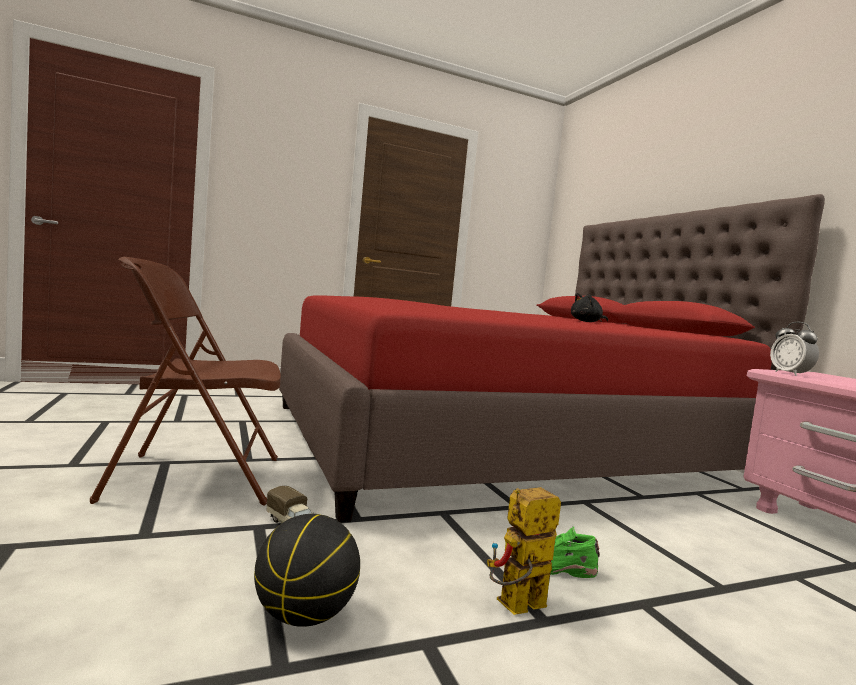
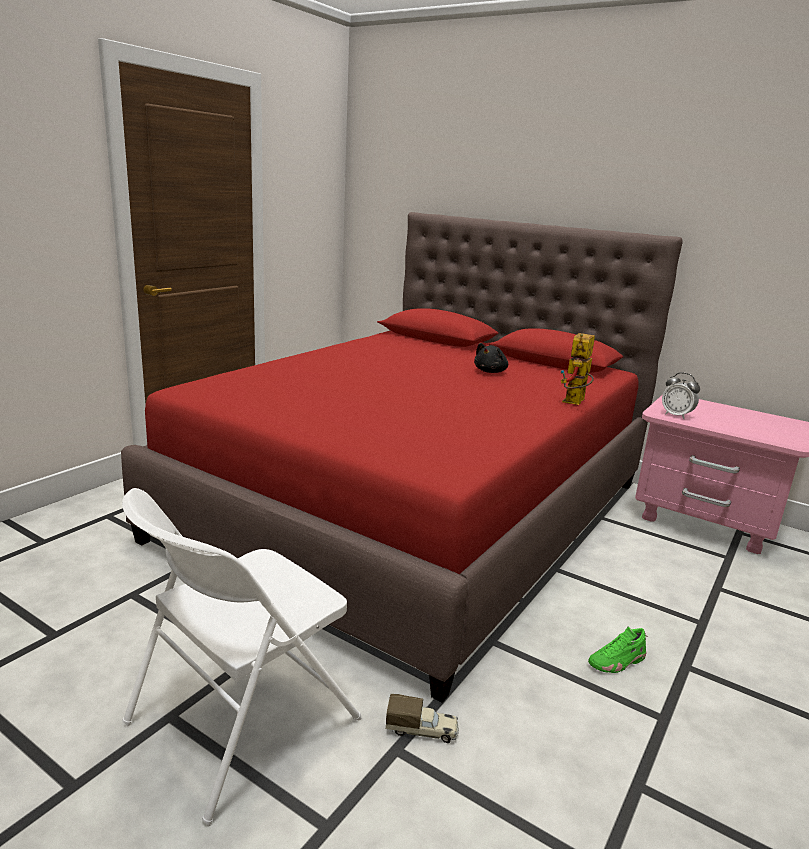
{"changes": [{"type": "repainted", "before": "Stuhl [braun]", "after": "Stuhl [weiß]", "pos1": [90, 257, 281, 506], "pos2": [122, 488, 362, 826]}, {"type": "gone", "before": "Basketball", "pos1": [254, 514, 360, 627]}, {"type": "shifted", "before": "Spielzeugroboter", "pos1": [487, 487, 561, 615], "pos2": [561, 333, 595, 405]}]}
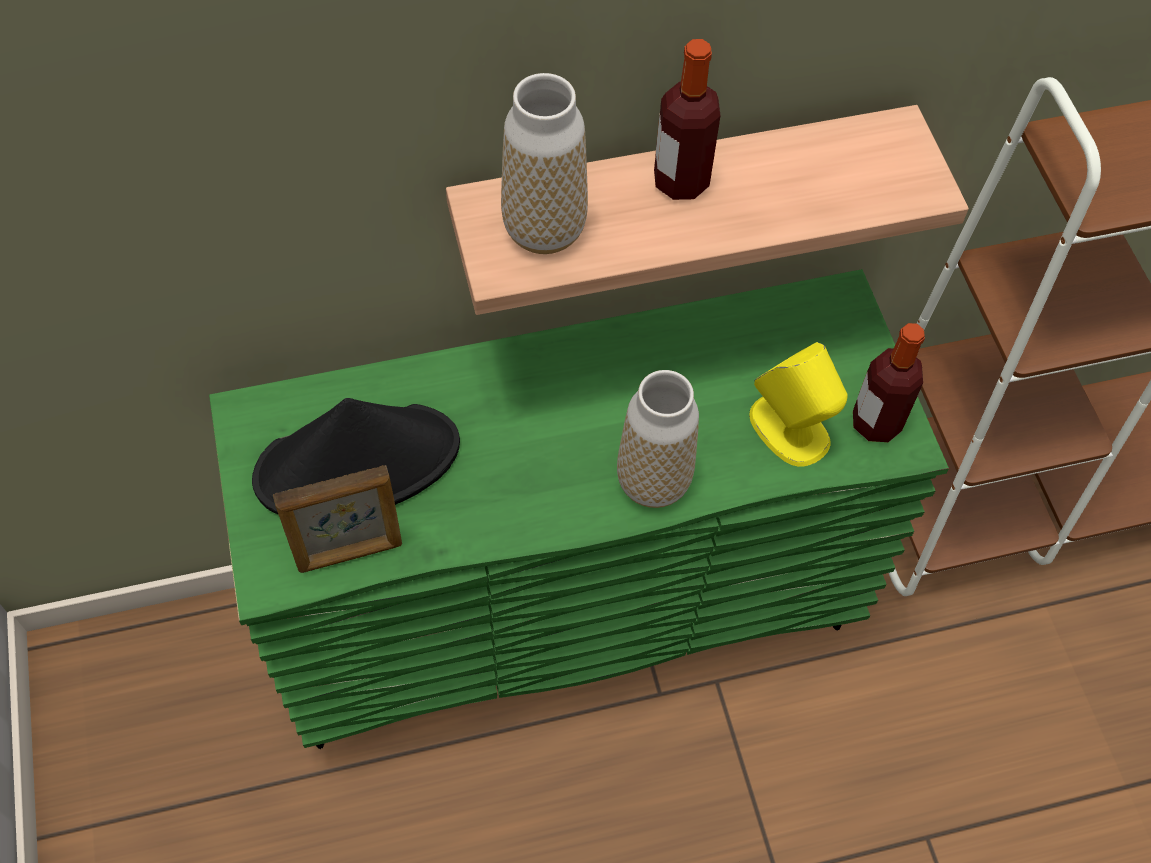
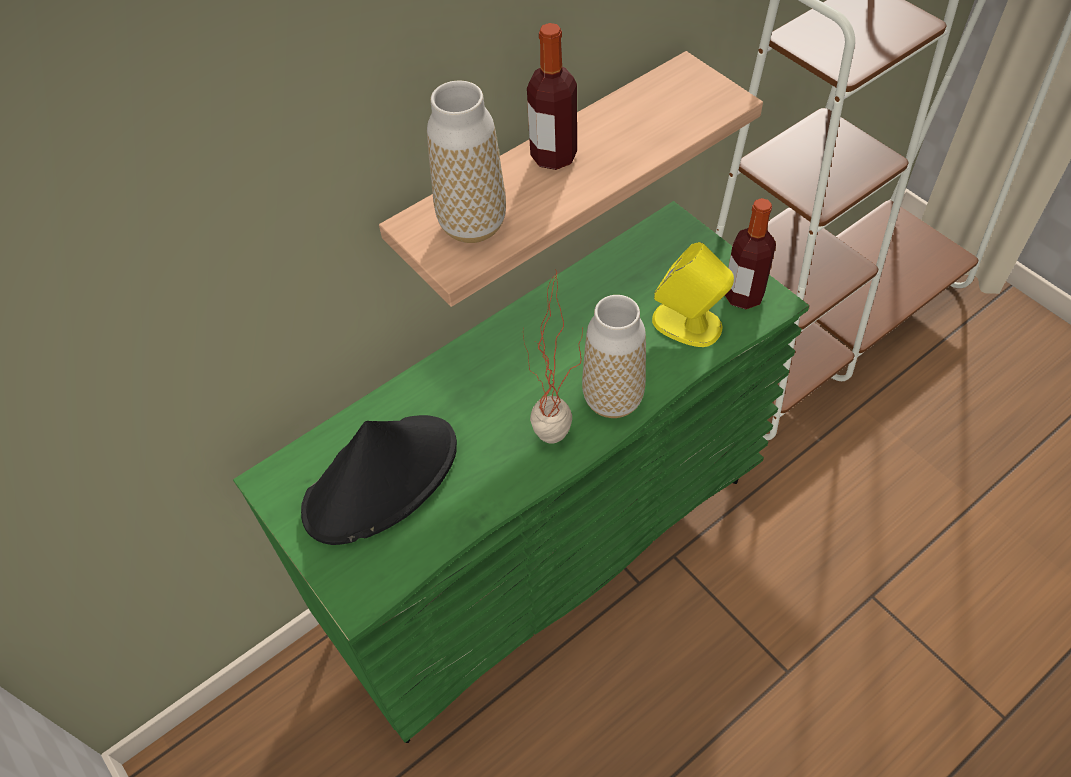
{"changes": [{"type": "gone", "before": "Bilderrahmen", "pos1": [273, 465, 402, 573]}, {"type": "new", "after": "Topfpflanze", "pos2": [523, 269, 583, 444]}]}
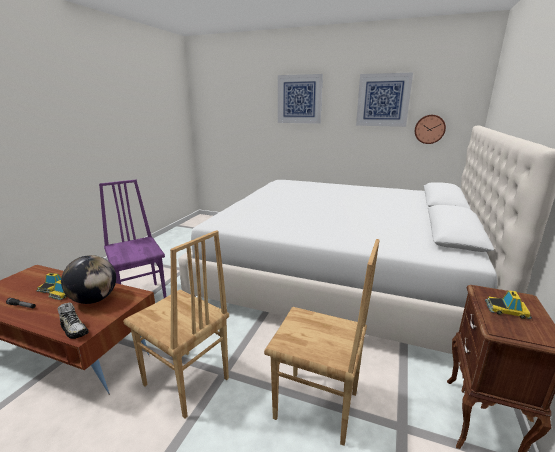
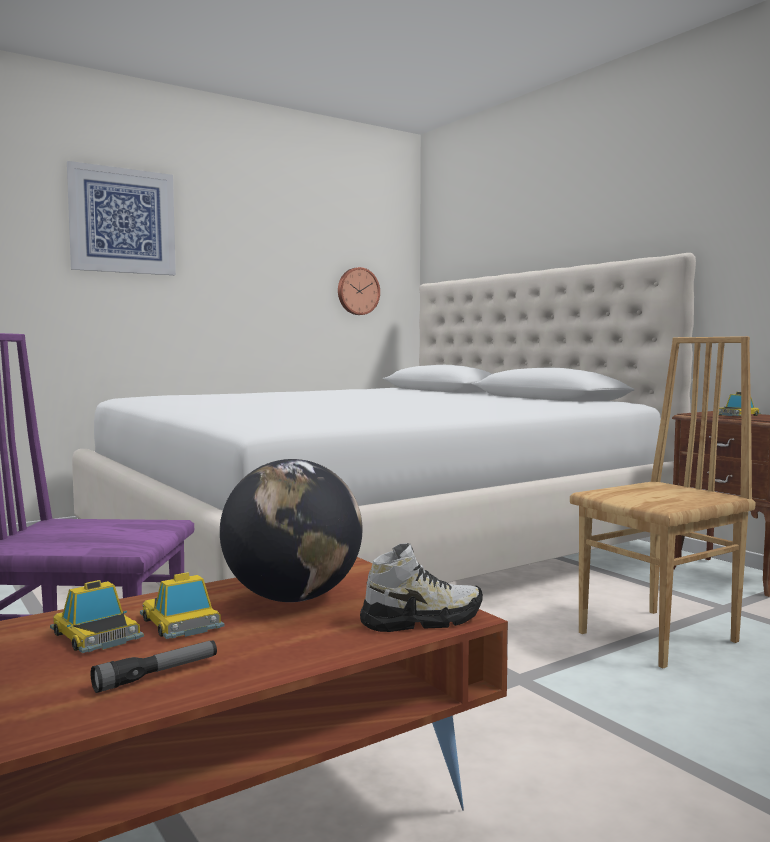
{"changes": [{"type": "gone", "before": "Stuhl [braun]", "pos1": [123, 230, 229, 419]}, {"type": "gone", "before": "Bild", "pos1": [356, 73, 413, 127]}]}
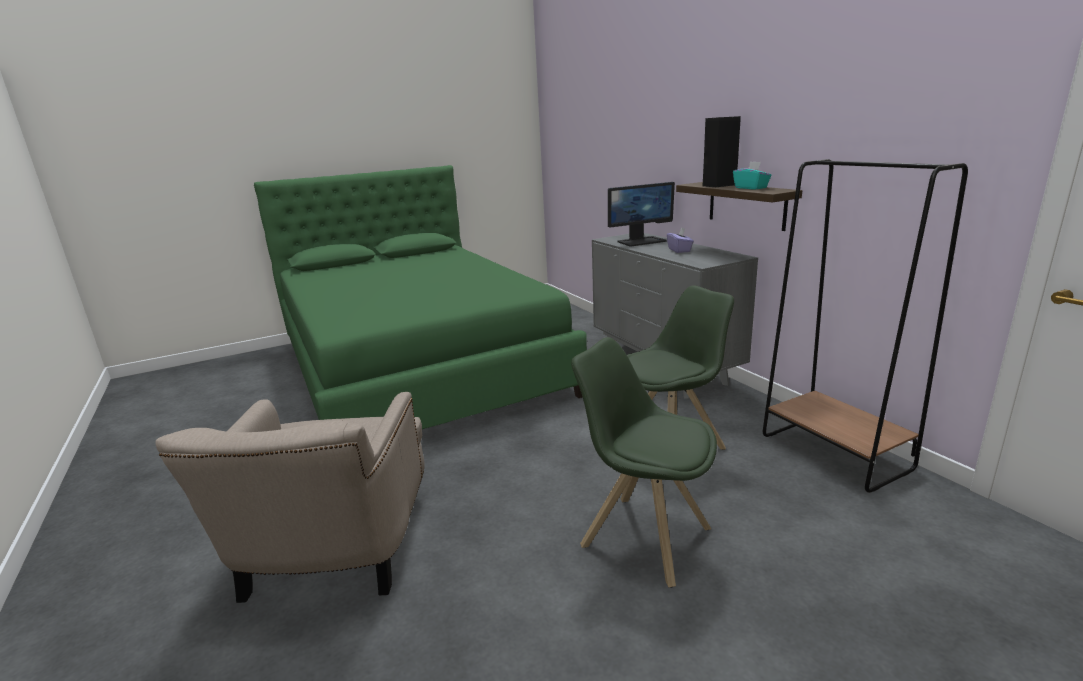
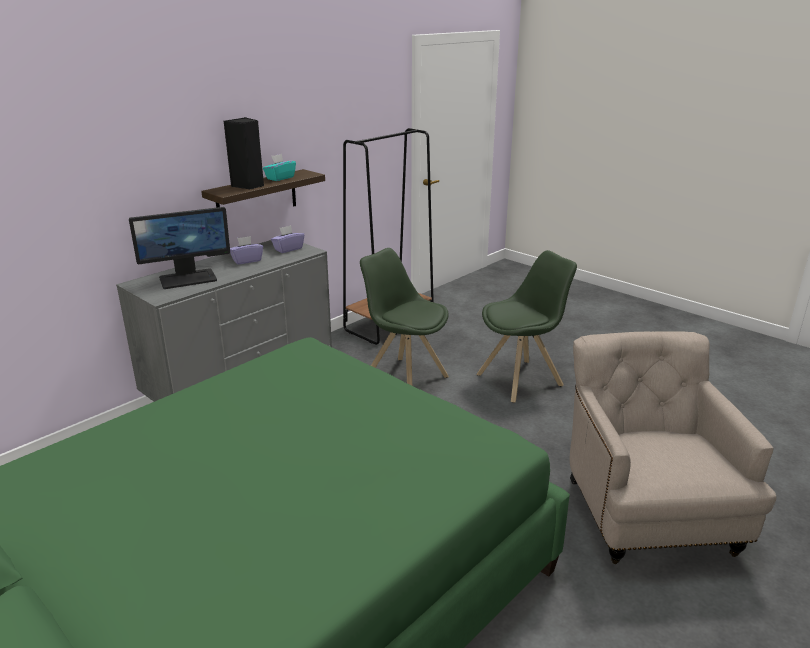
{"changes": [{"type": "rotated", "before": "Sessel [beige]", "pos1": [155, 392, 425, 603], "pos2": [570, 331, 776, 564], "turn": -75}, {"type": "rotated", "before": "Stuhl [grün]", "pos1": [571, 337, 717, 587], "pos2": [477, 250, 577, 403], "turn": -135}, {"type": "rotated", "before": "Monitor", "pos1": [608, 182, 675, 247], "pos2": [129, 207, 230, 289], "turn": 105}, {"type": "new", "after": "Taschentuchbox [lila]", "pos2": [271, 225, 304, 253]}]}
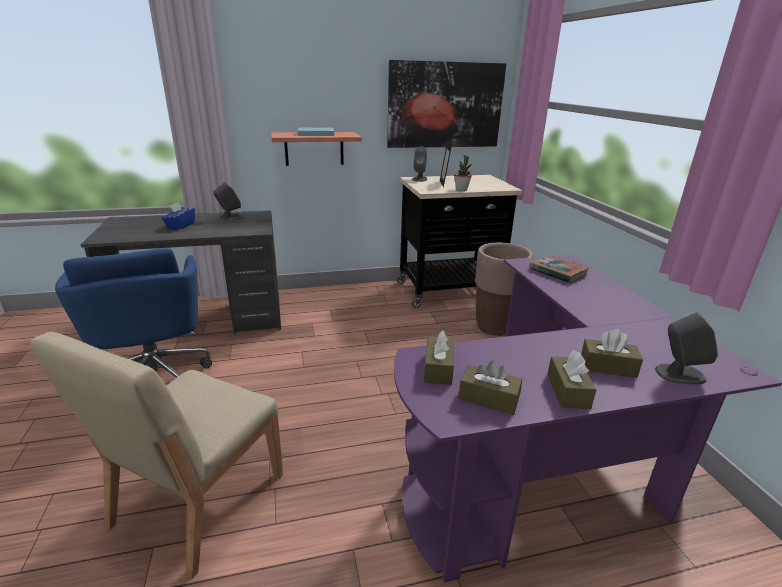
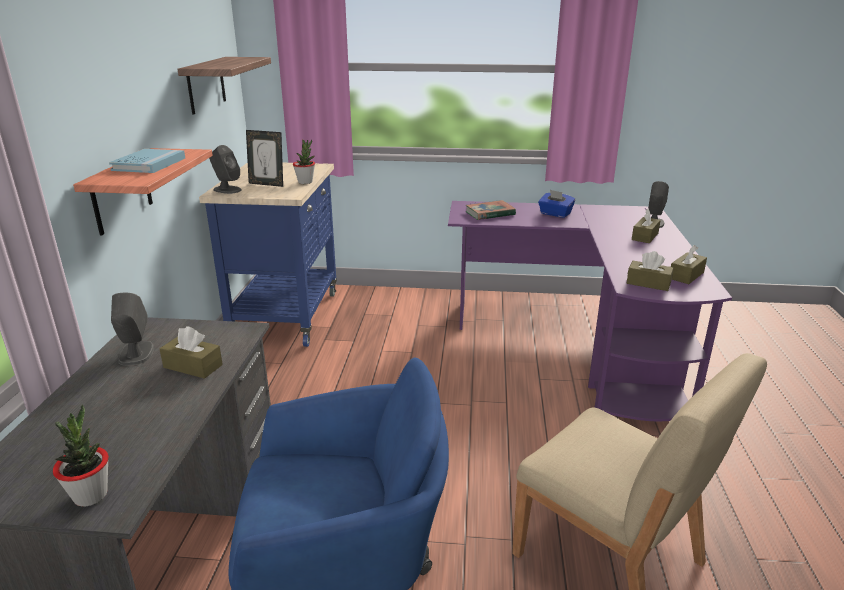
{"changes": [{"type": "shifted", "before": "Taschentuchbox [blau]", "pos1": [162, 202, 195, 230], "pos2": [538, 190, 575, 218]}, {"type": "swapped", "before": "Bild", "after": "Wandregal", "pos1": [387, 60, 506, 148], "pos2": [177, 57, 271, 115]}, {"type": "repainted", "before": "Rollwagen [schwarz]", "after": "Rollwagen [blau]", "pos1": [397, 175, 523, 308], "pos2": [199, 163, 337, 347]}, {"type": "gone", "before": "Pflanzkübel [braun]", "pos1": [475, 243, 533, 336]}, {"type": "shifted", "before": "Taschentuchbox [braun]", "pos1": [547, 350, 596, 409], "pos2": [159, 326, 223, 379]}, {"type": "new", "after": "Topfpflanze", "pos2": [53, 405, 109, 507]}]}
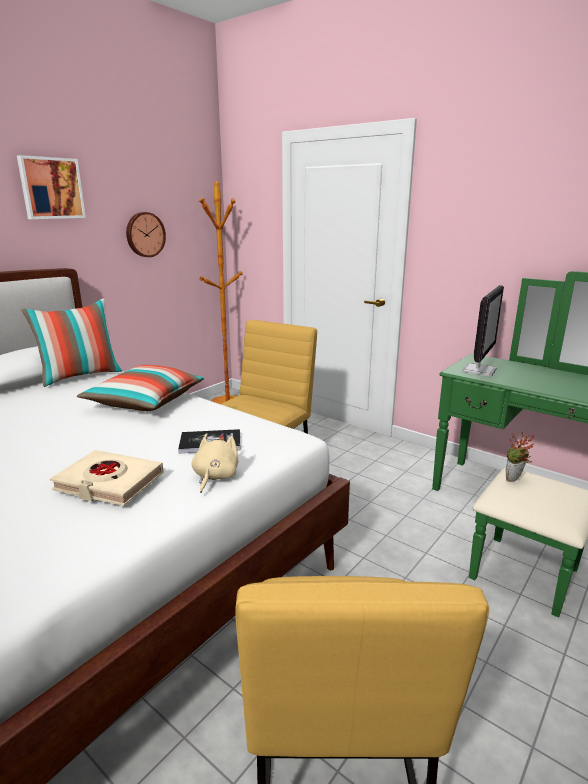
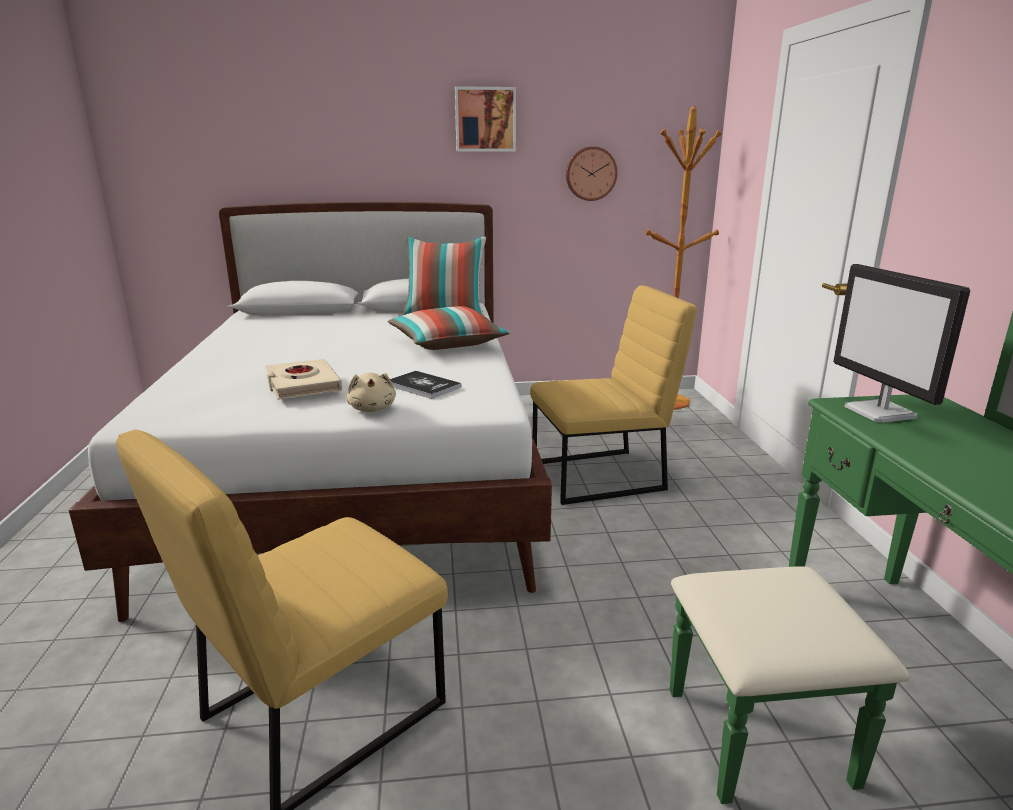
{"changes": [{"type": "rotated", "before": "Plüschtier [beige]", "pos1": [191, 433, 239, 493], "pos2": [347, 372, 396, 412], "turn": 105}, {"type": "rotated", "before": "Monitor", "pos1": [462, 285, 504, 376], "pos2": [833, 264, 970, 423], "turn": 90}, {"type": "gone", "before": "Topfpflanze", "pos1": [506, 432, 535, 482]}]}
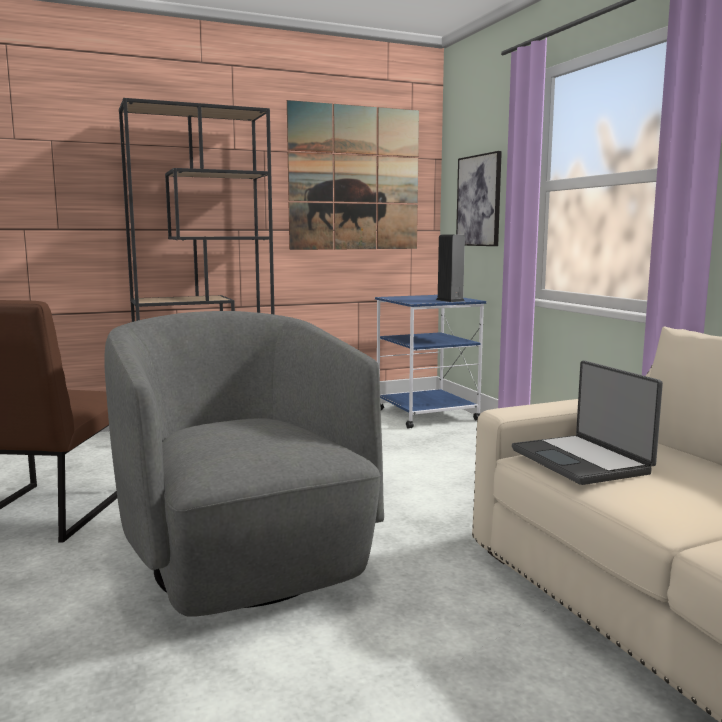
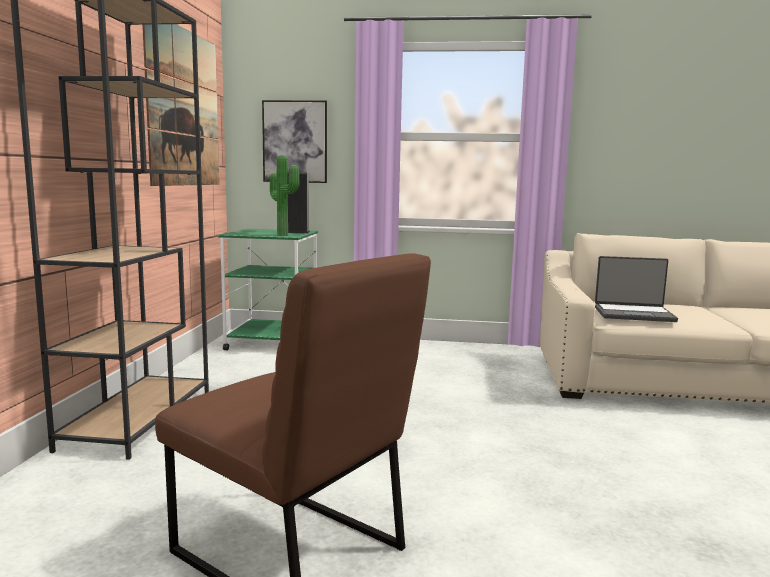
{"changes": [{"type": "gone", "before": "Sessel [grau]", "pos1": [104, 311, 384, 617]}, {"type": "repainted", "before": "Rollwagen [blau]", "after": "Rollwagen [grün]", "pos1": [375, 295, 486, 429], "pos2": [218, 229, 318, 350]}, {"type": "new", "after": "Topfpflanze", "pos2": [270, 155, 299, 236]}]}
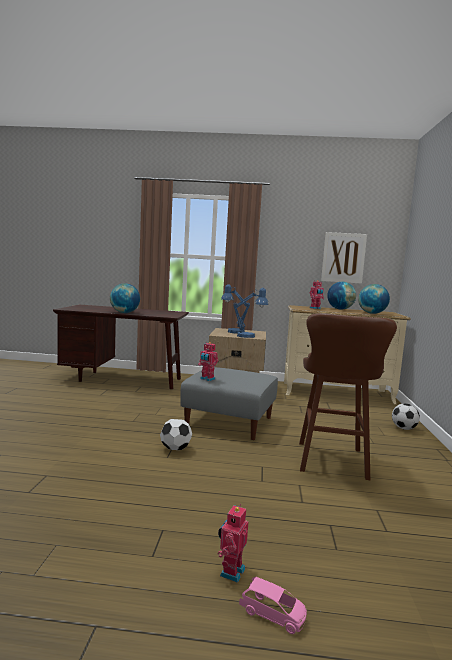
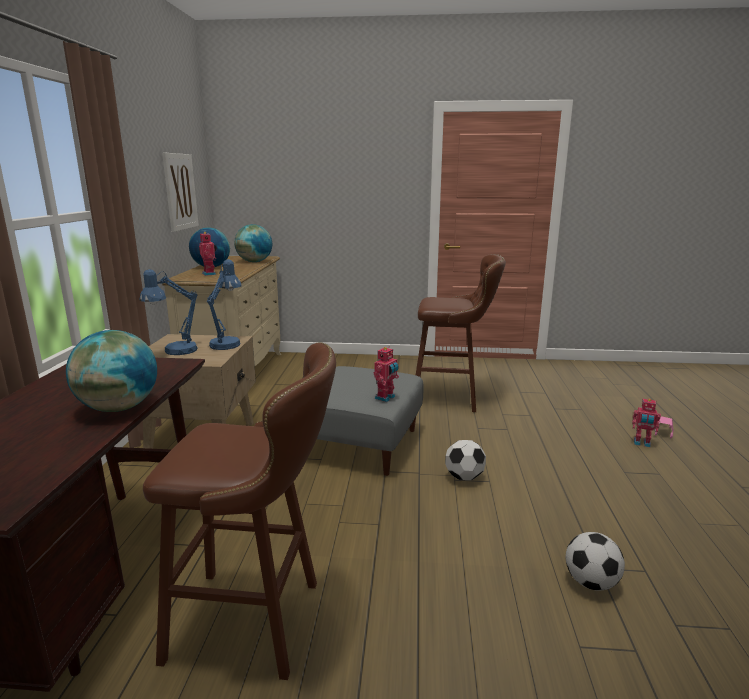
{"changes": [{"type": "shifted", "before": "Fußball", "pos1": [392, 403, 420, 430], "pos2": [566, 532, 625, 591]}, {"type": "new", "after": "Hocker [braun]", "pos2": [143, 343, 336, 680]}]}
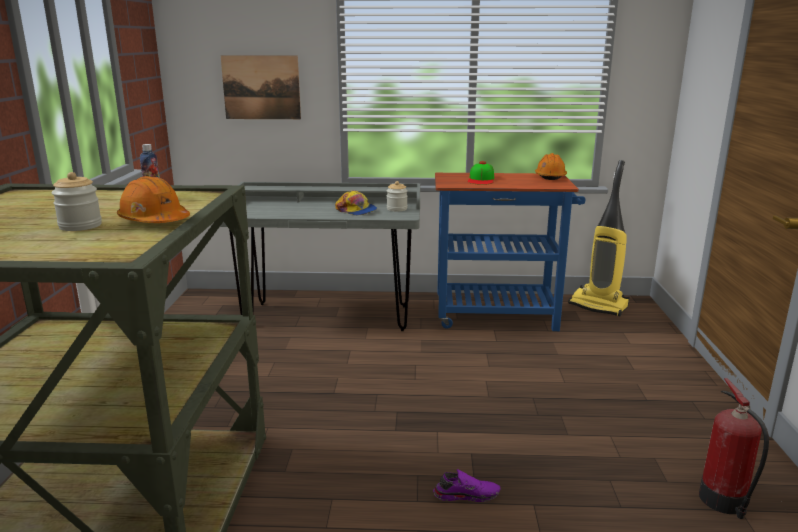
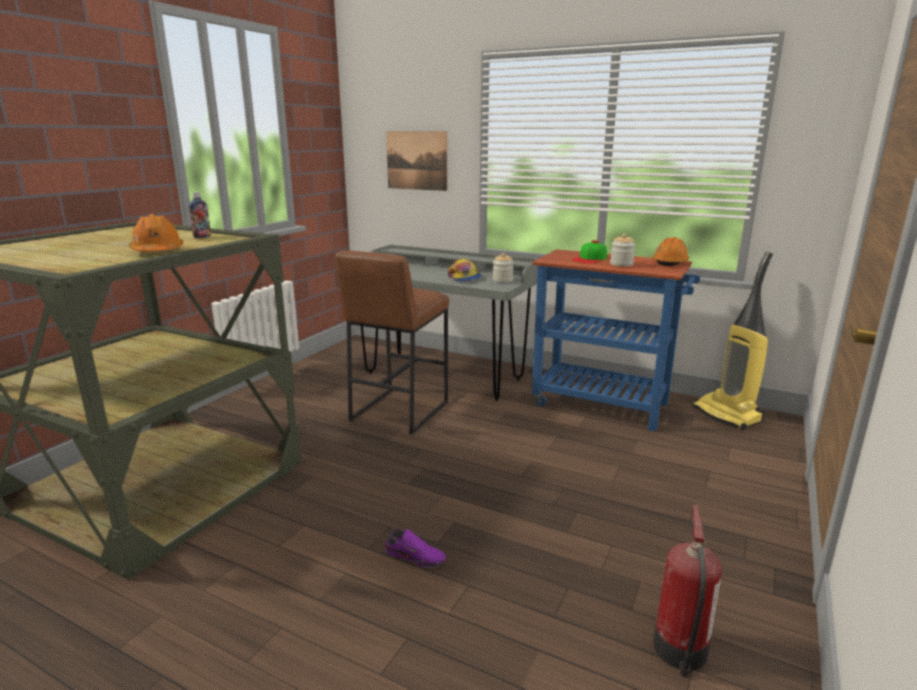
{"changes": [{"type": "shifted", "before": "Vorratsglas", "pos1": [52, 172, 102, 231], "pos2": [610, 234, 635, 267]}, {"type": "new", "after": "Hocker [braun]", "pos2": [335, 250, 449, 435]}]}
